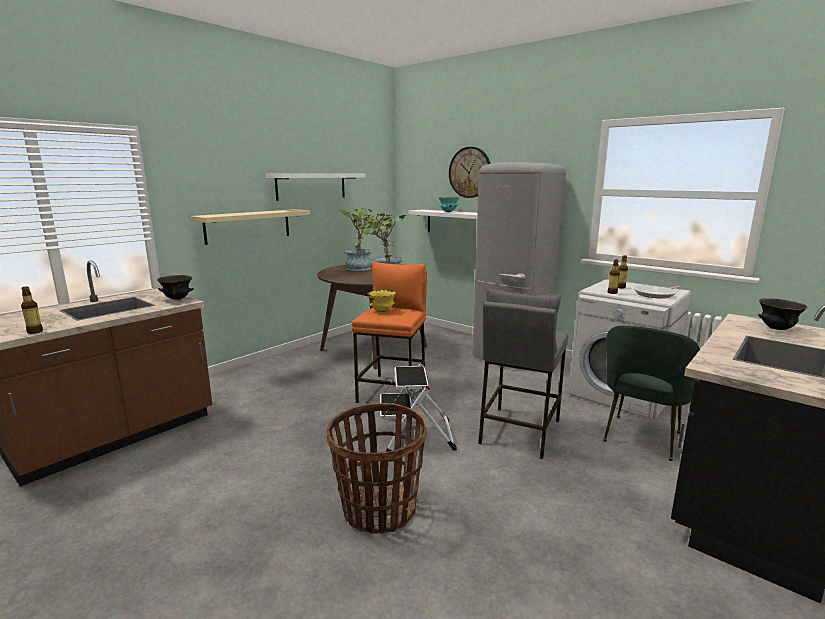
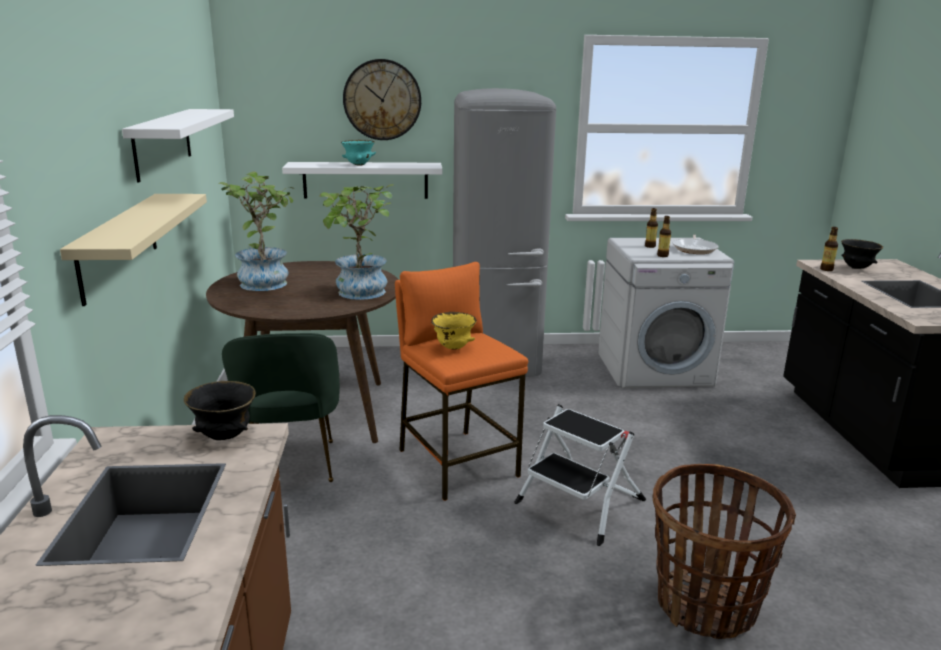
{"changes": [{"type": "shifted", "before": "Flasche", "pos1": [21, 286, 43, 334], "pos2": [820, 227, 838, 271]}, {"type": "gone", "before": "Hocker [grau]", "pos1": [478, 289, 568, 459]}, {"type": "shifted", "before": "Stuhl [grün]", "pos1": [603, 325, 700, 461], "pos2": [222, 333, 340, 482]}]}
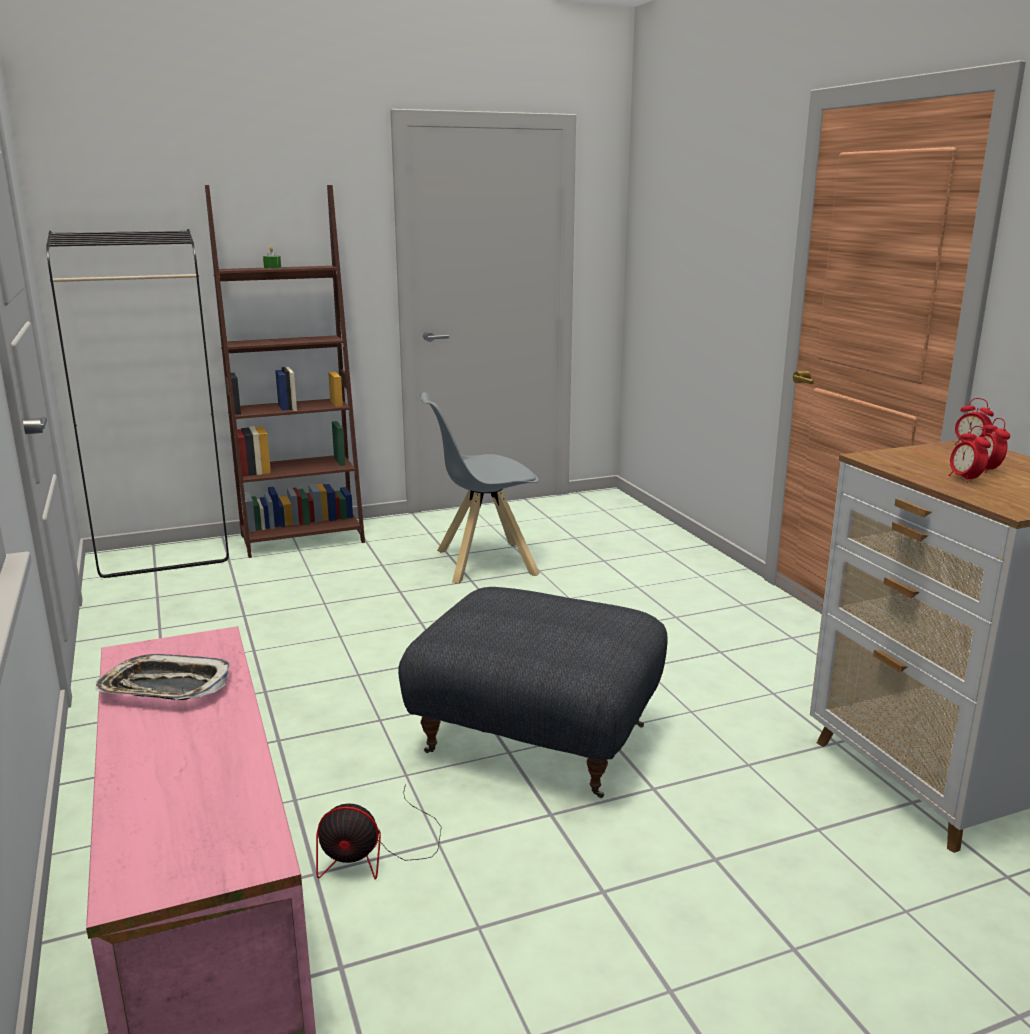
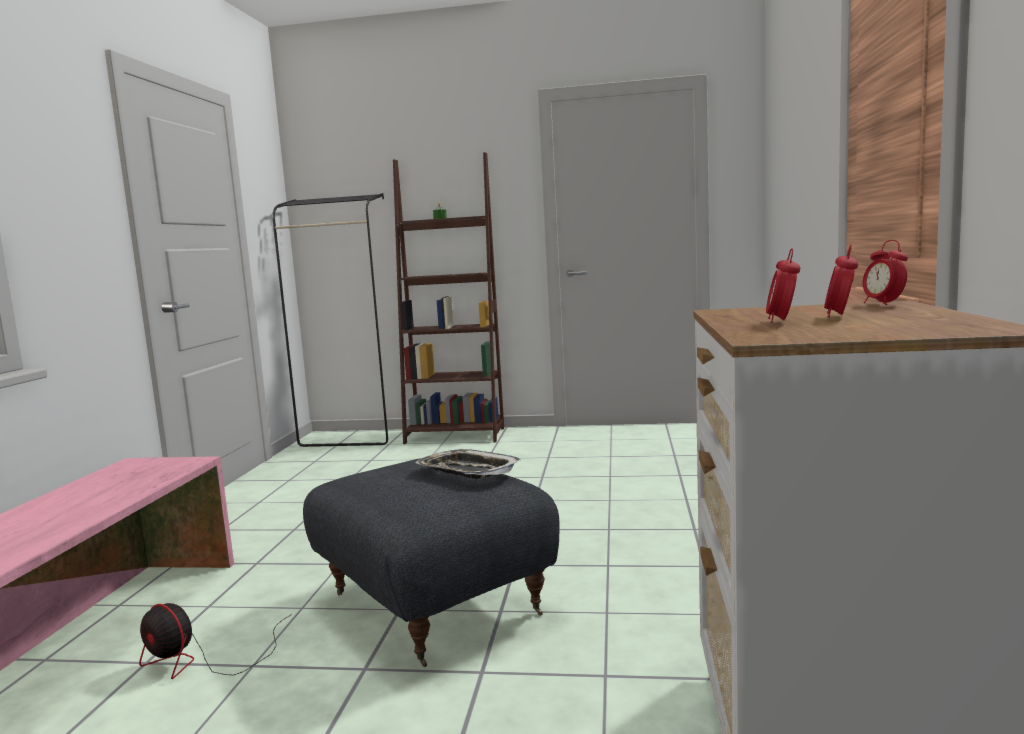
{"changes": [{"type": "shifted", "before": "Tablett", "pos1": [96, 654, 230, 700], "pos2": [415, 449, 520, 479]}, {"type": "gone", "before": "Stuhl [grau]", "pos1": [420, 392, 540, 584]}]}
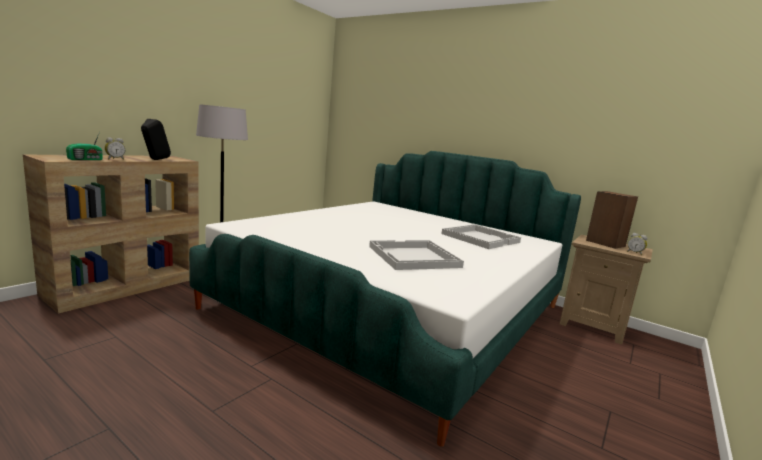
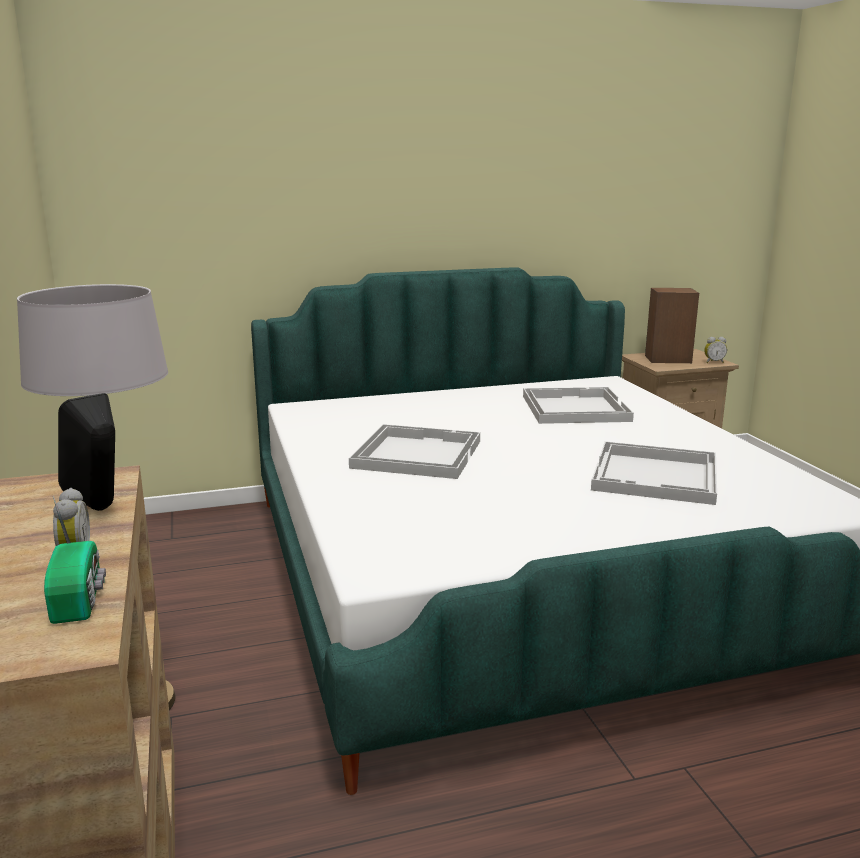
{"changes": [{"type": "new", "after": "Tablett [weiß]", "pos2": [349, 424, 480, 479]}]}
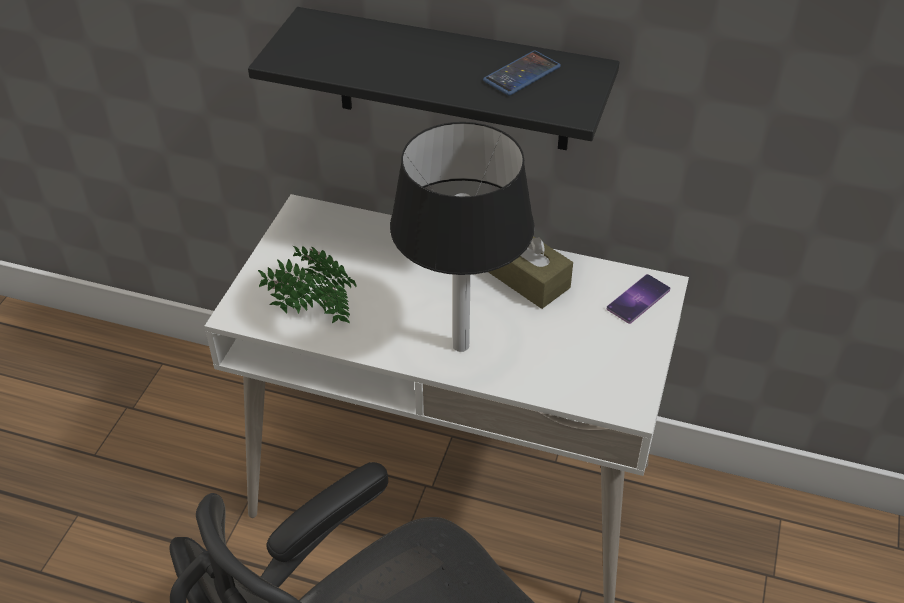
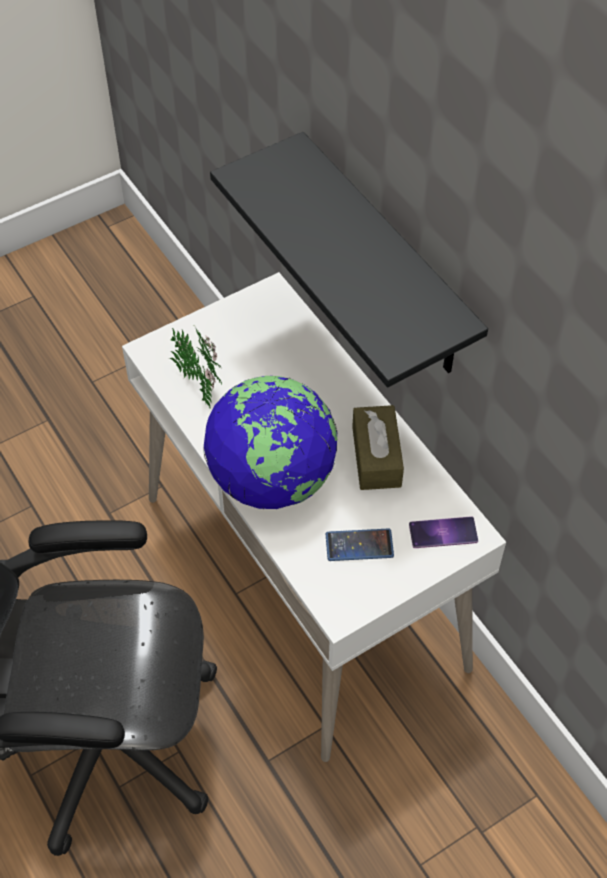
{"changes": [{"type": "swapped", "before": "Tischlampe [schwarz]", "after": "Globus", "pos1": [390, 122, 535, 352], "pos2": [203, 376, 338, 510]}, {"type": "shifted", "before": "Handy", "pos1": [483, 50, 561, 96], "pos2": [326, 528, 394, 561]}]}
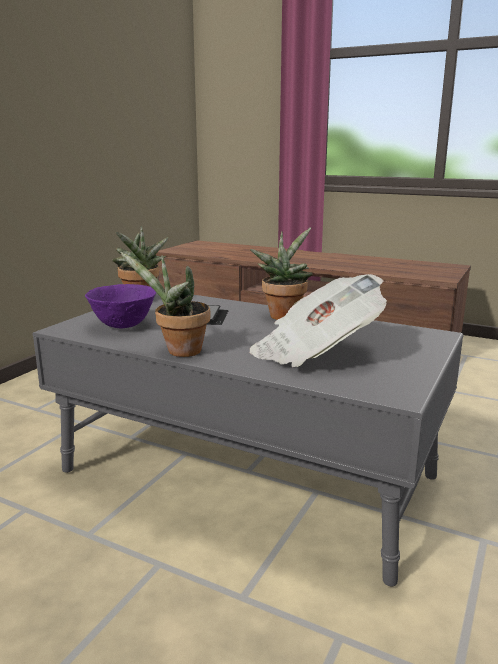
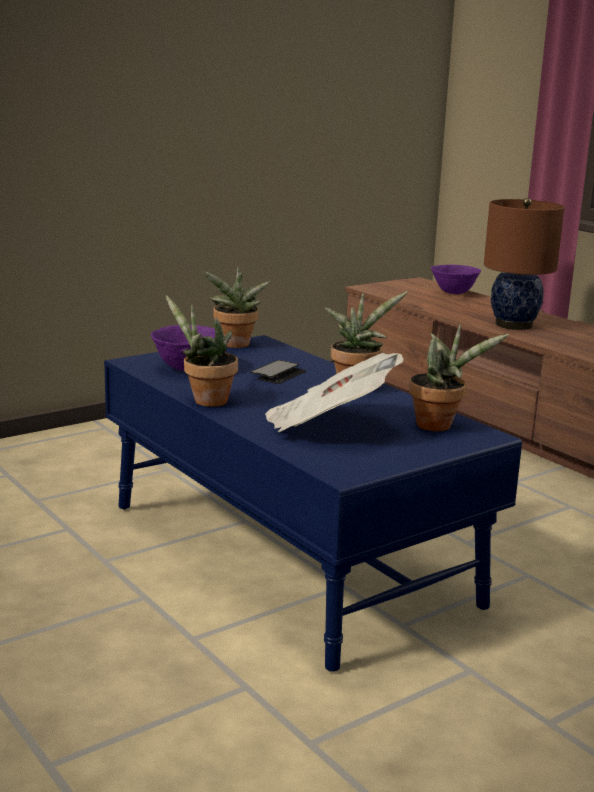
{"changes": [{"type": "repainted", "before": "Couchtisch [grau]", "after": "Couchtisch [blau]", "pos1": [32, 292, 464, 586], "pos2": [104, 335, 522, 672]}, {"type": "new", "after": "Topfpflanze", "pos2": [409, 324, 509, 431]}, {"type": "new", "after": "Schüssel [lila]", "pos2": [431, 265, 481, 294]}, {"type": "new", "after": "Tischlampe [braun]", "pos2": [484, 198, 565, 330]}]}
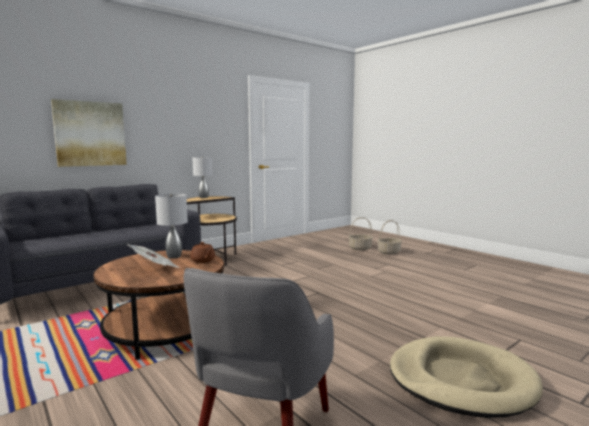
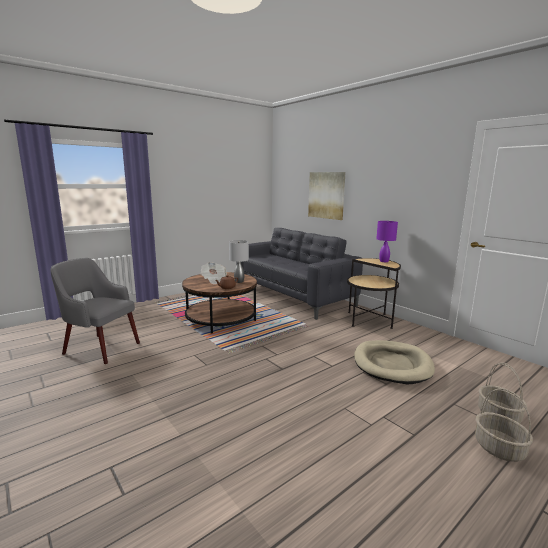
{"changes": [{"type": "repainted", "before": "Tischlampe [grau]", "after": "Tischlampe [lila]", "pos1": [192, 157, 213, 198], "pos2": [376, 221, 398, 262]}, {"type": "shifted", "before": "Hundebett [beige]", "pos1": [390, 336, 543, 418], "pos2": [354, 340, 435, 384]}]}
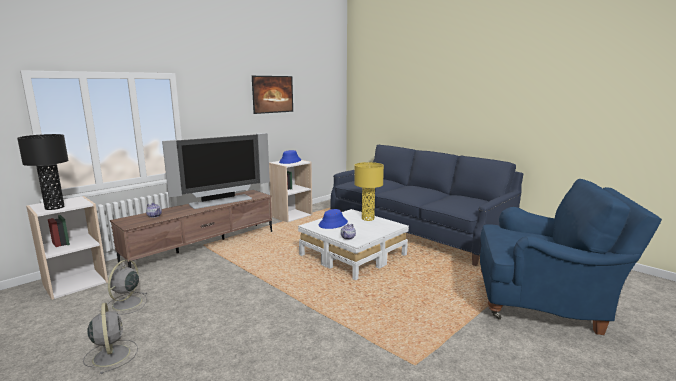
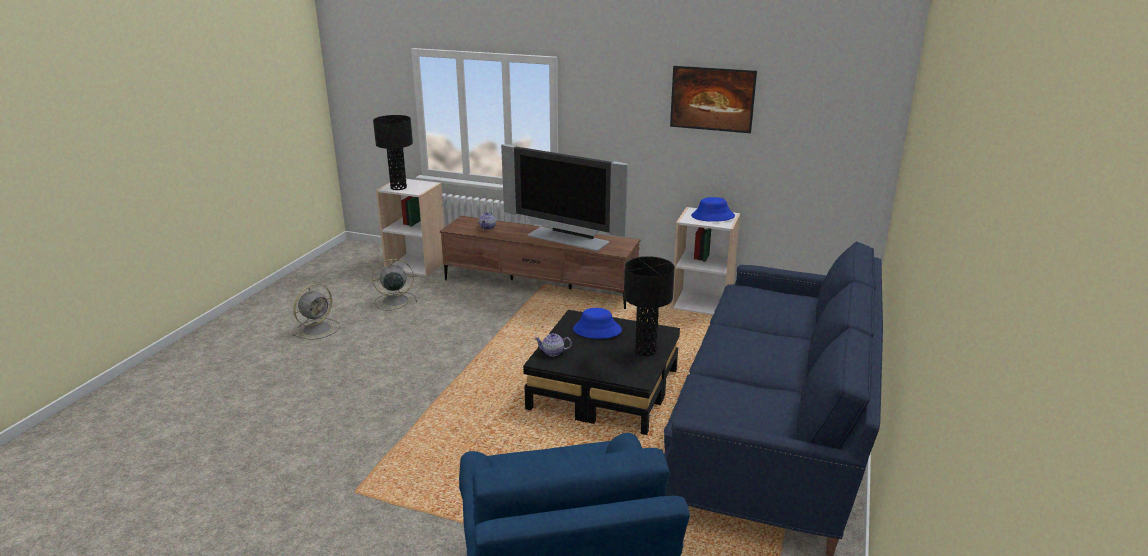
{"changes": [{"type": "repainted", "before": "Couchtisch [weiß]", "after": "Couchtisch [schwarz]", "pos1": [298, 209, 409, 280], "pos2": [523, 310, 680, 435]}, {"type": "repainted", "before": "Tischlampe [gelb]", "after": "Tischlampe [schwarz]", "pos1": [354, 162, 384, 221], "pos2": [624, 256, 675, 356]}]}
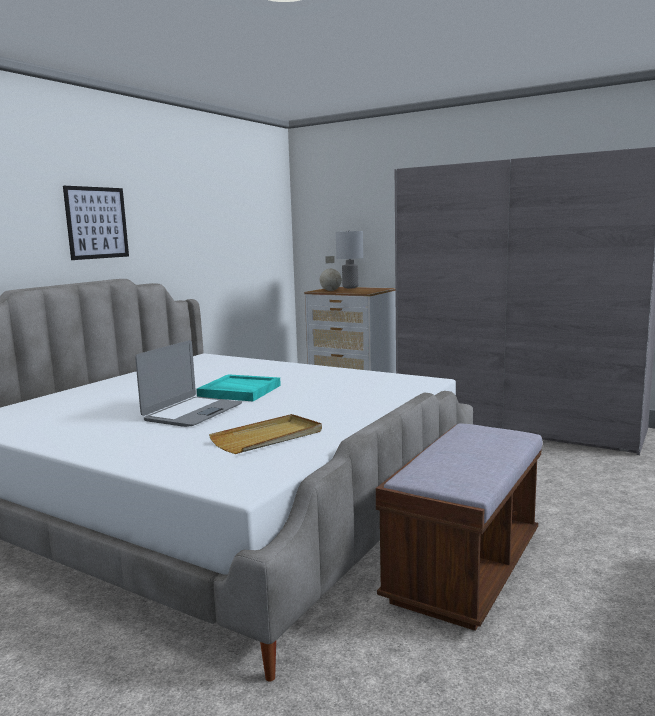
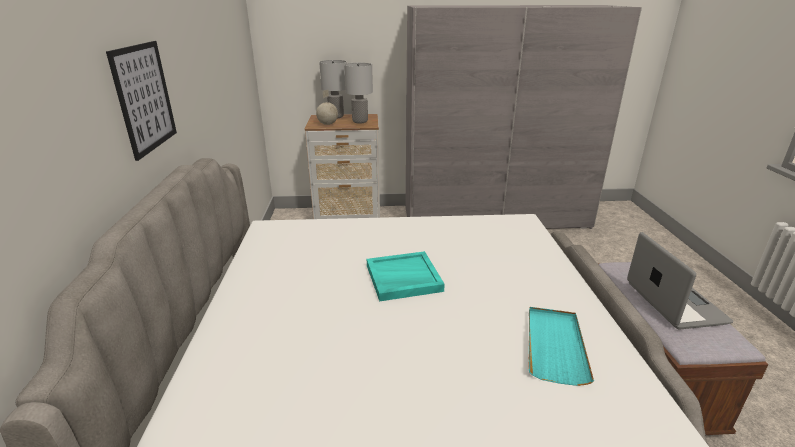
{"changes": [{"type": "shifted", "before": "Laptop", "pos1": [135, 340, 242, 427], "pos2": [627, 232, 733, 330]}, {"type": "repainted", "before": "Tablett [beige]", "after": "Tablett [türkis]", "pos1": [209, 414, 322, 454], "pos2": [528, 307, 594, 386]}, {"type": "new", "after": "Tischlampe [grau]", "pos2": [344, 63, 373, 124]}]}
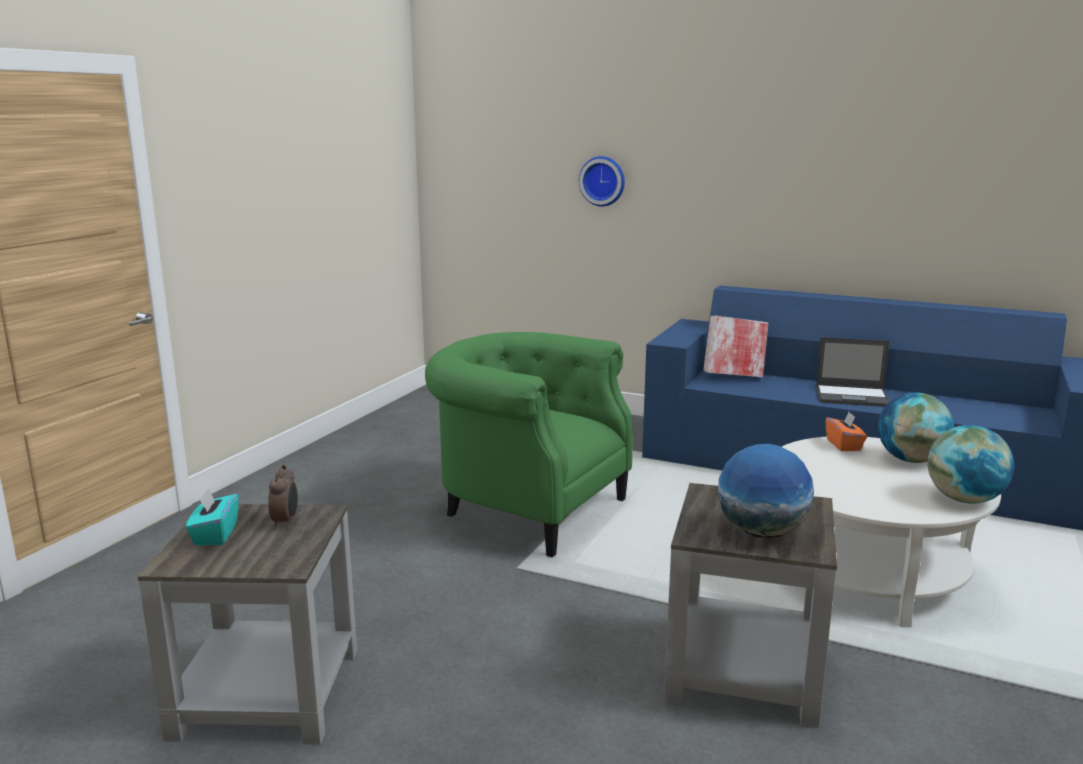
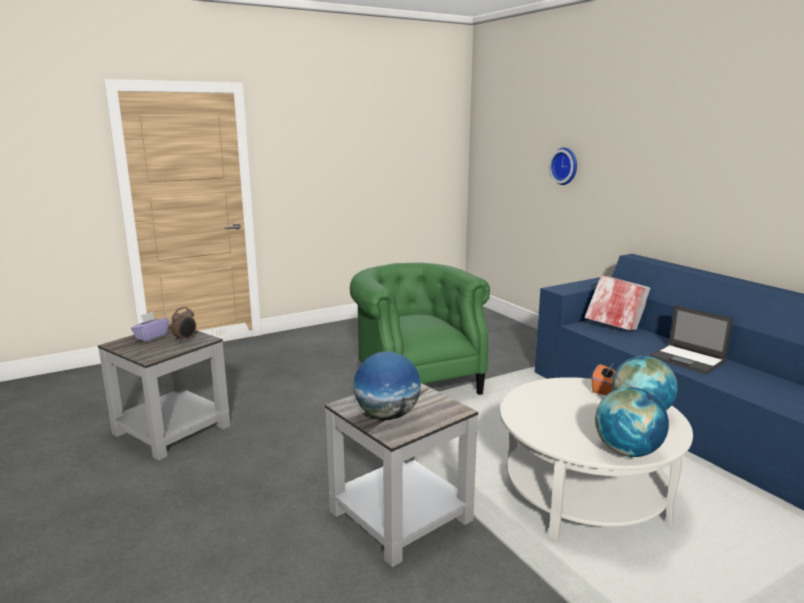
{"changes": [{"type": "repainted", "before": "Taschentuchbox [türkis]", "after": "Taschentuchbox [lila]", "pos1": [185, 488, 238, 546], "pos2": [131, 311, 169, 342]}]}
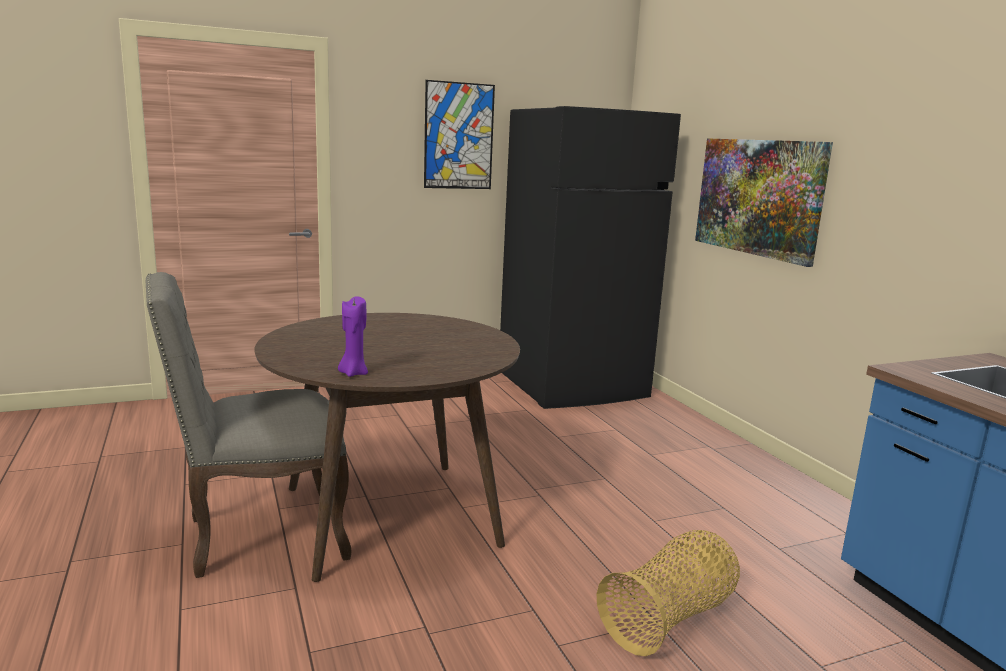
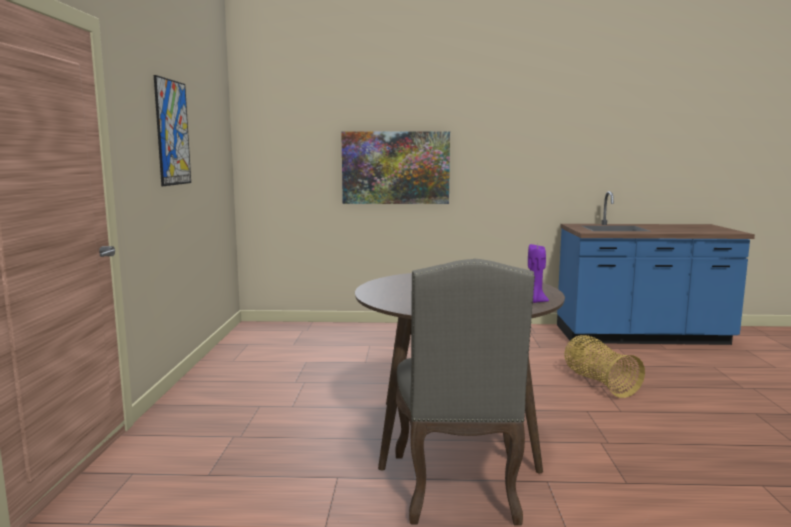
{"changes": [{"type": "gone", "before": "Kühlschrank [schwarz]", "pos1": [500, 106, 681, 409]}]}
